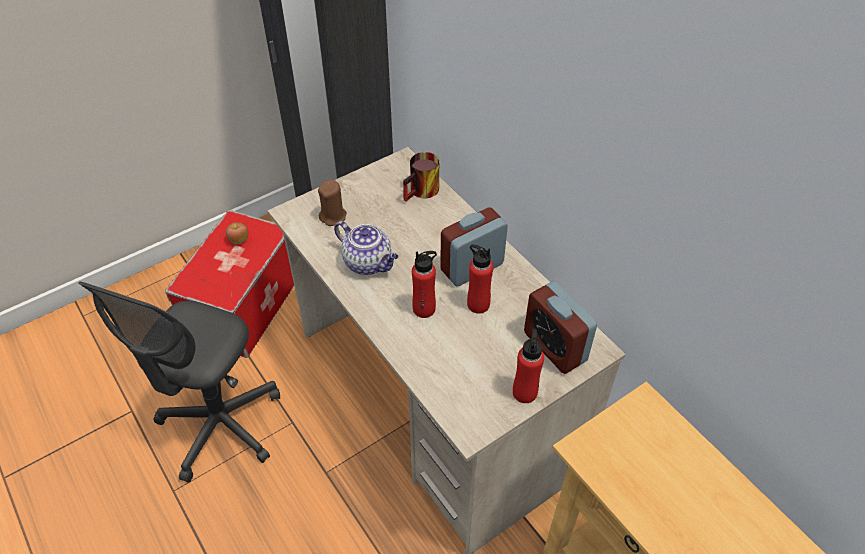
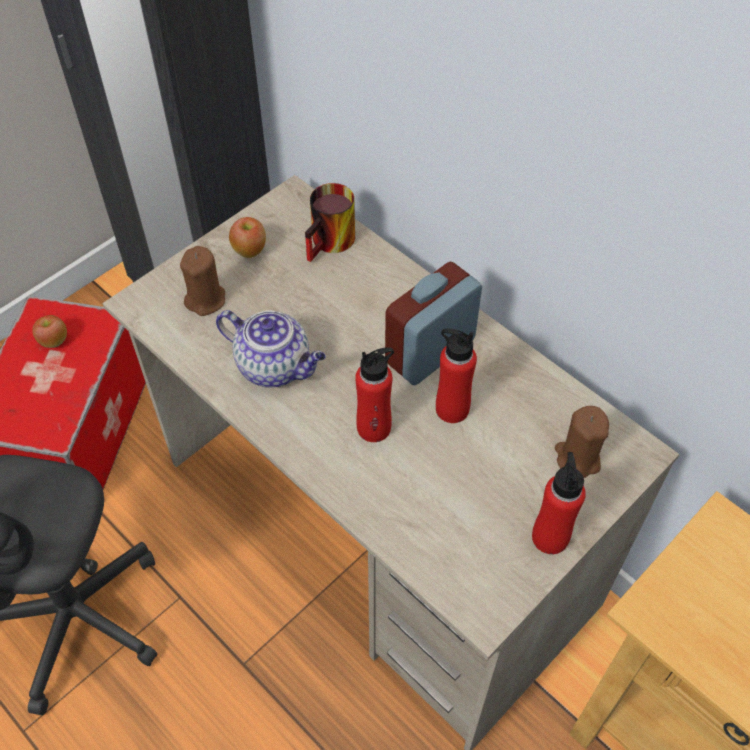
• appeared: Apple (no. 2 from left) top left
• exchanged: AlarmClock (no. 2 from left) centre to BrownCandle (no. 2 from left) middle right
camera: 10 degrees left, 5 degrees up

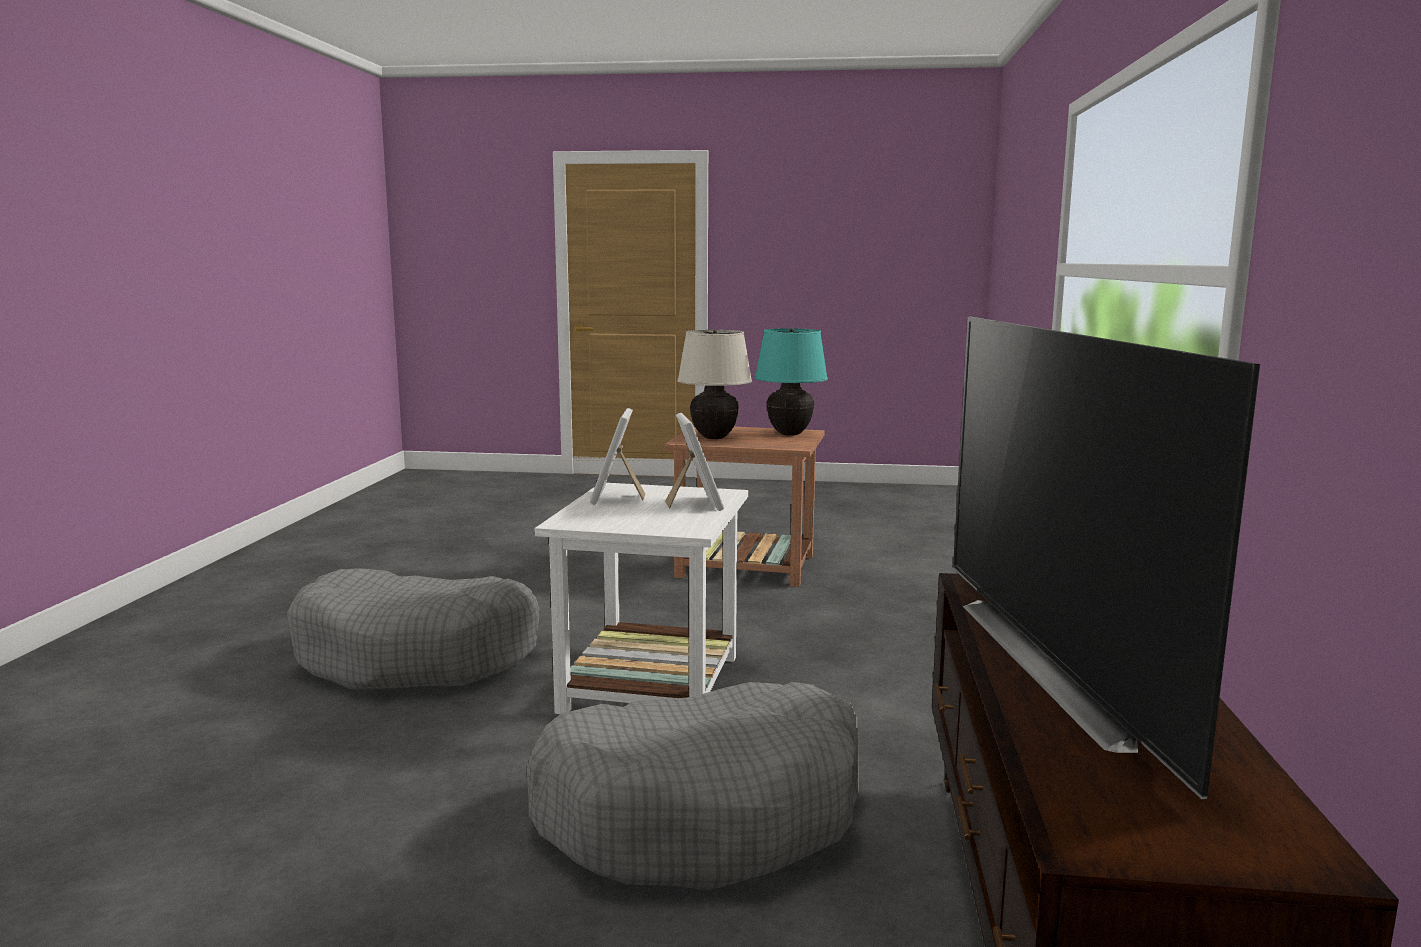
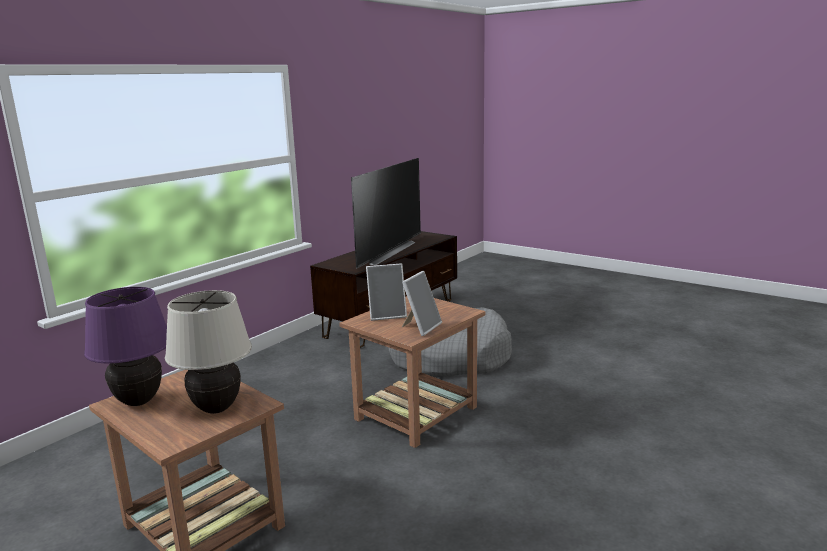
• missing: GreyDogBed (no. 1 from left) middle left
• colour: WhiteSideTable centre to BrownSideTable (no. 2 from left) bottom centre
• colour: TurquoiseTableLamp centre to PurpleTableLamp middle left
• spun: PictureFrame (no. 2 from left in the first image) centre = centre 120 degrees counterclockwise
camera: 150 degrees left, 5 degrees up

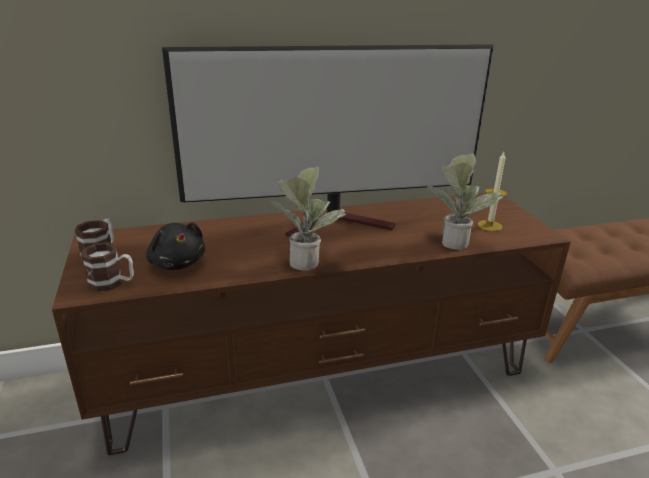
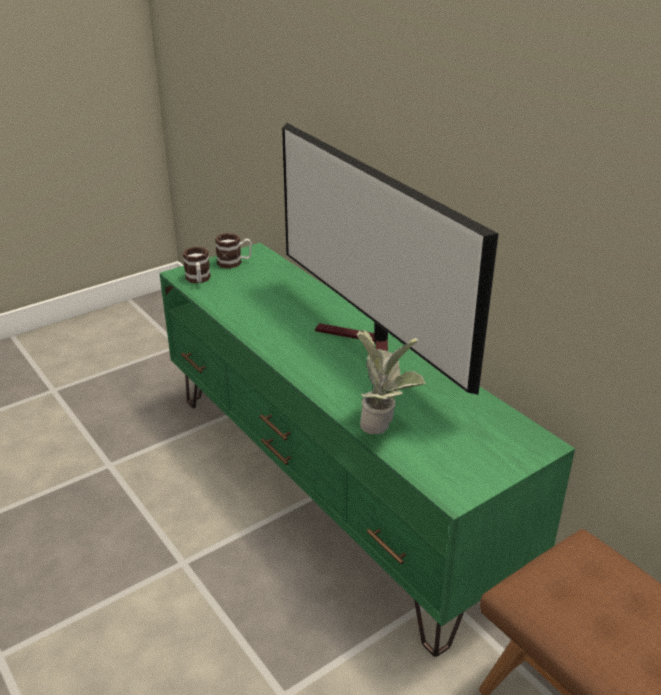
• missing: BlackPlushToy middle left
• missing: PottedPlant (no. 1 from left) centre
• missing: Candle middle right
• colour: BrownTvStand bottom centre to GreenTvStand centre
camera: 70 degrees right, 5 degrees up

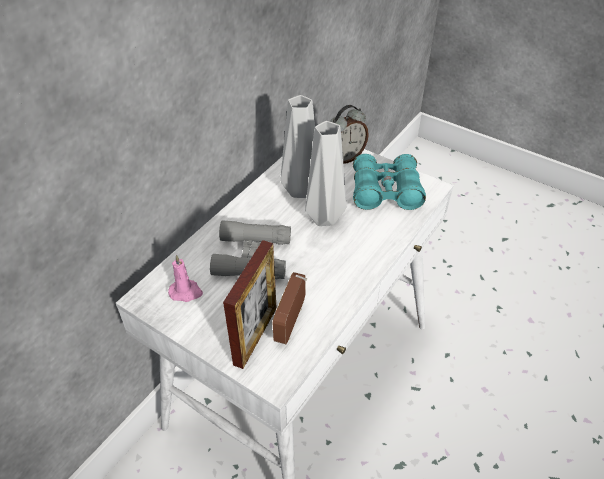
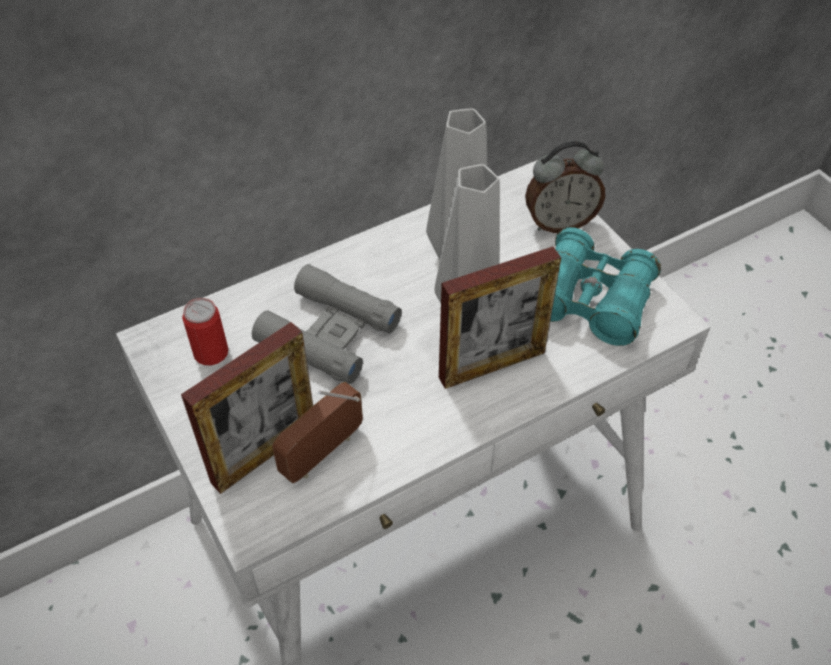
• appeared: PictureFrame (no. 2 from left) centre
• exchanged: PinkCandle middle left to Can middle left
camera: 25 degrees right, 5 degrees up

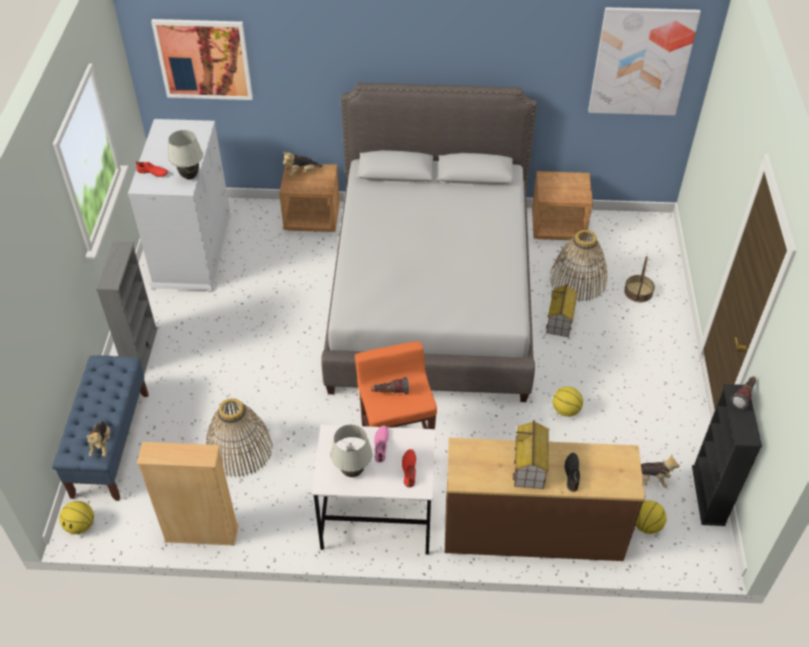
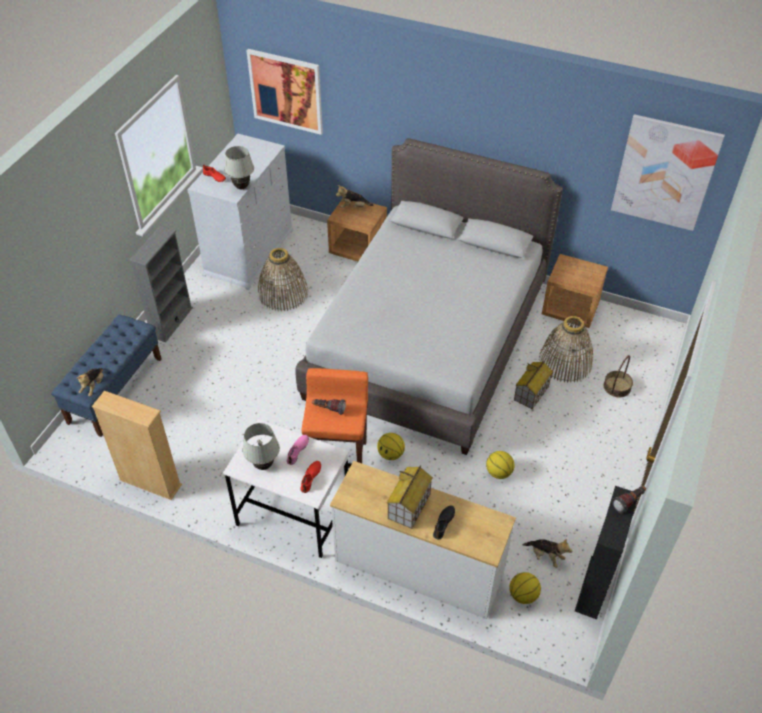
• relocated: Basketball (no. 1 from left) bottom left to centre
• relocated: Basket (no. 1 from left) bottom left to centre
• colour: BrownDresser bottom right to WhiteDresser (no. 2 from left) bottom centre
camera: 20 degrees right, 0 degrees up

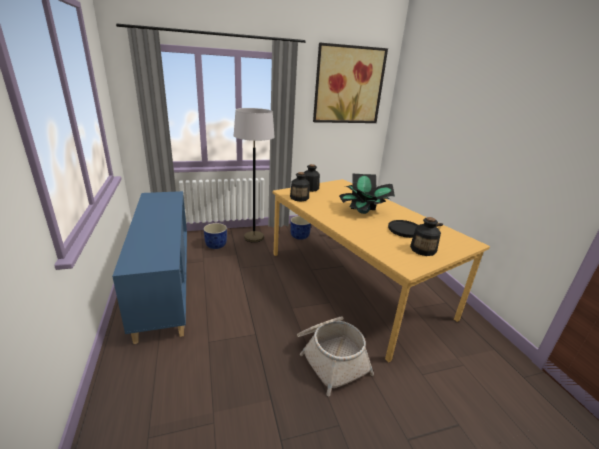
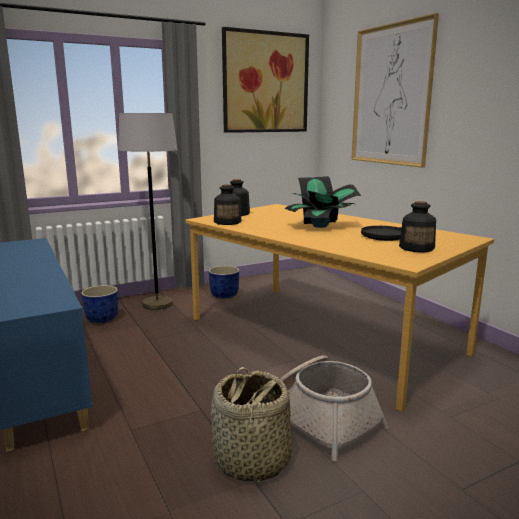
• appeared: Basket (no. 1 from left) bottom centre
• appeared: Picture (no. 2 from left) top right
camera: 10 degrees left, 10 degrees down

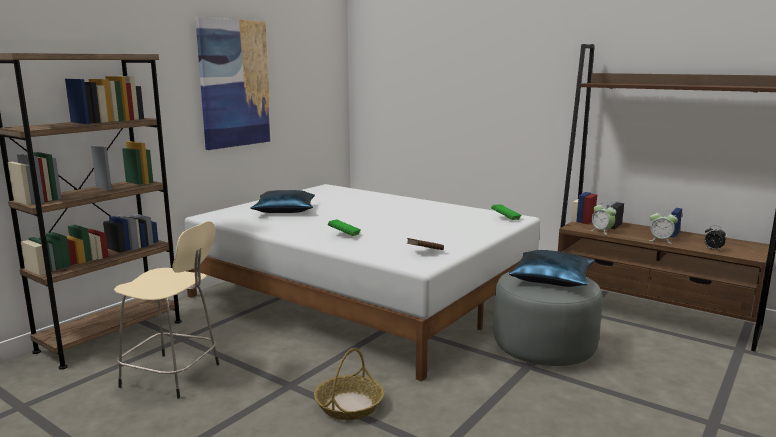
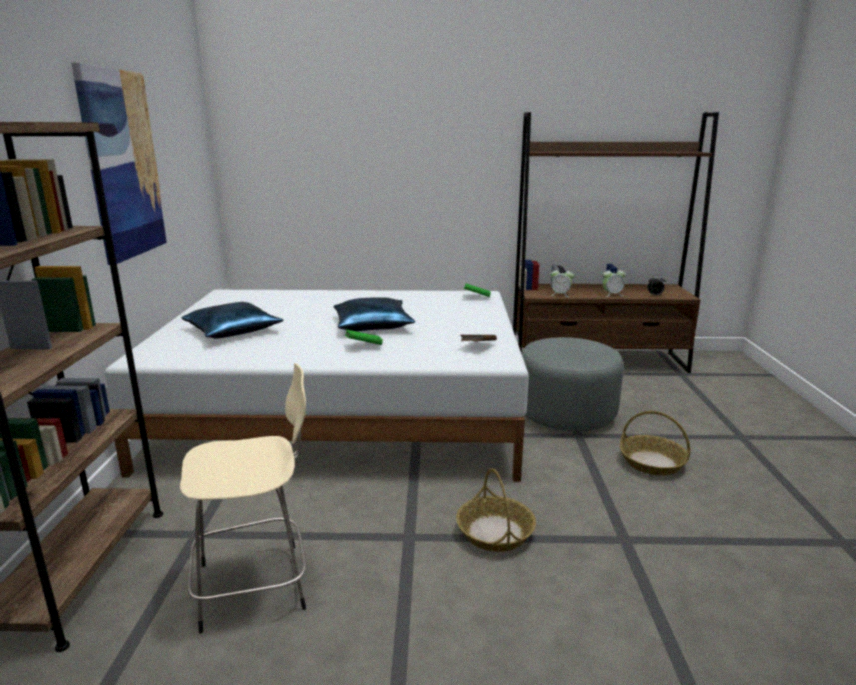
• appeared: Basket (no. 2 from left) middle right
• relocated: BluePillow (no. 2 from left) middle right to centre
camera: 35 degrees left, 5 degrees up

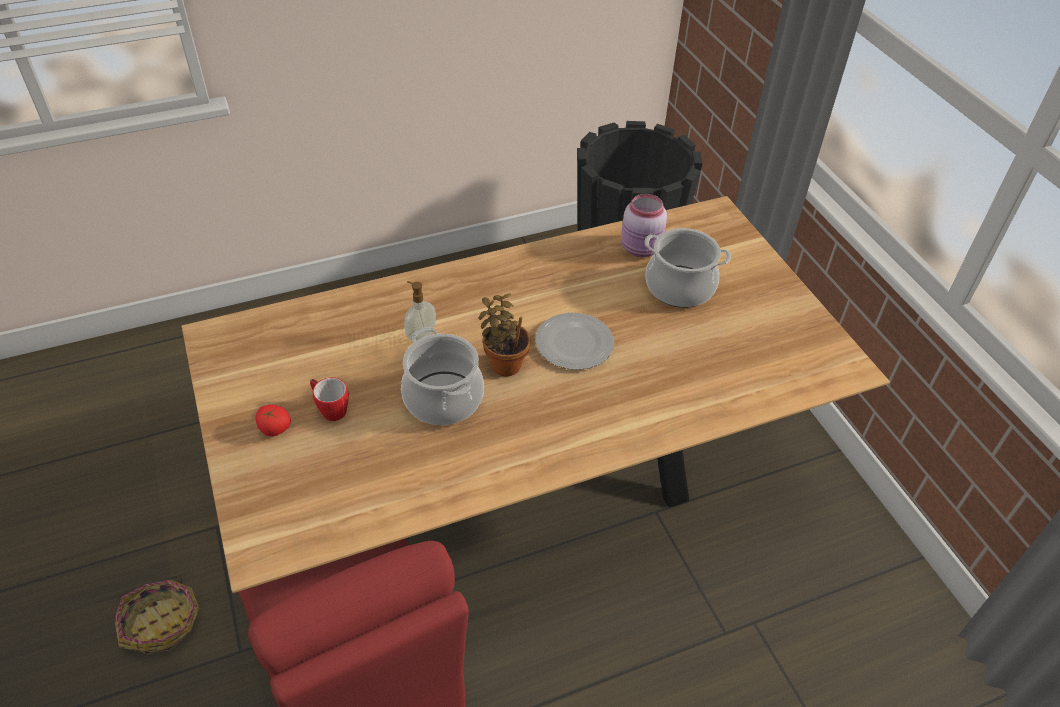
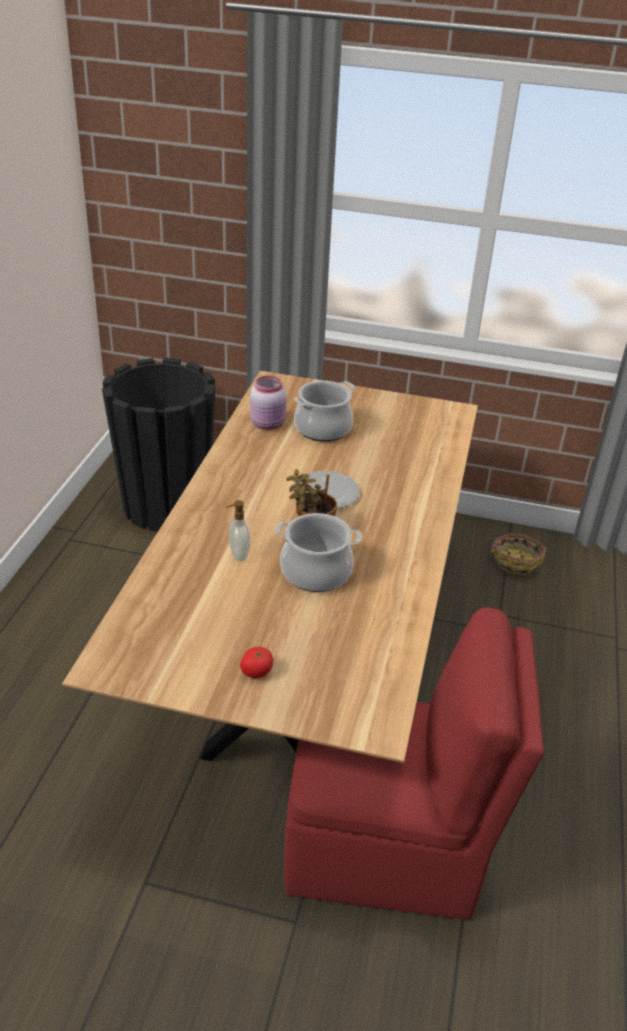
• missing: Mug middle left
• relocated: Basket bottom left to middle right
camera: 55 degrees left, 10 degrees down

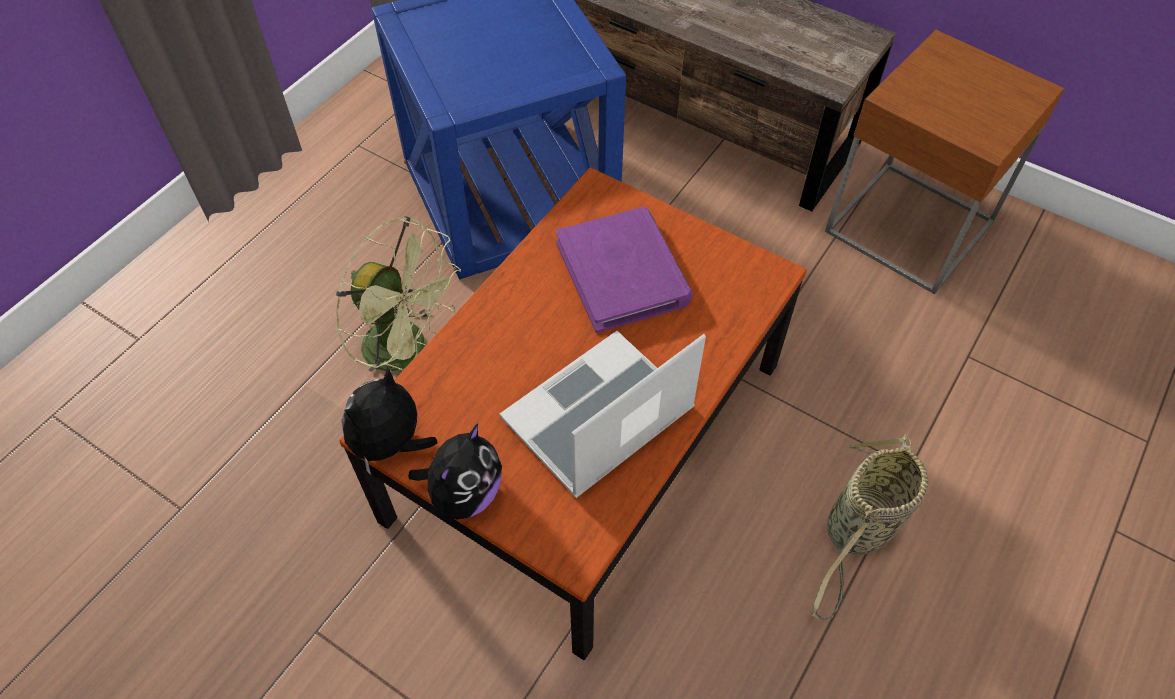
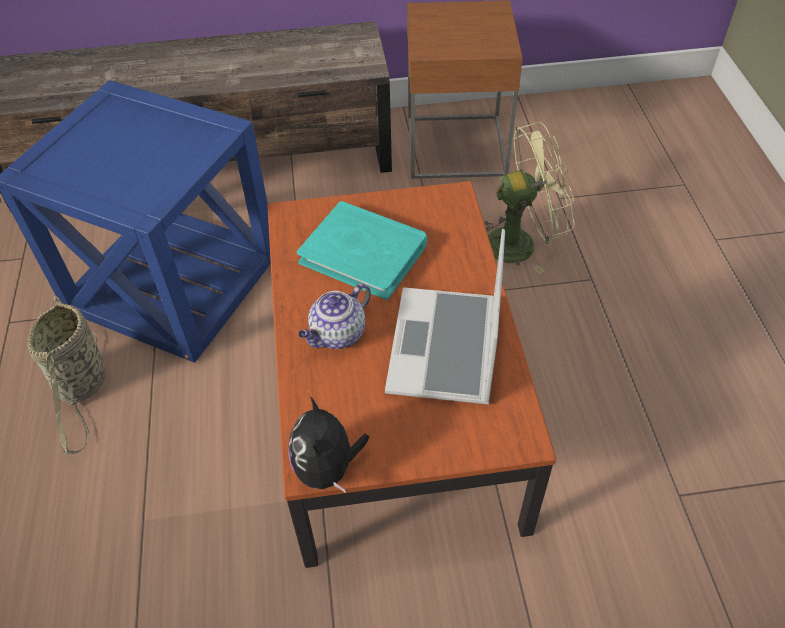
• missing: PlushToy (no. 2 from left) bottom centre
• appeared: Teapot centre
• relocated: GreenFan centre to top right
• relocated: Basket bottom right to middle left
• colour: PurpleBook centre to TurquoiseBook centre
camera: 40 degrees left, 5 degrees down

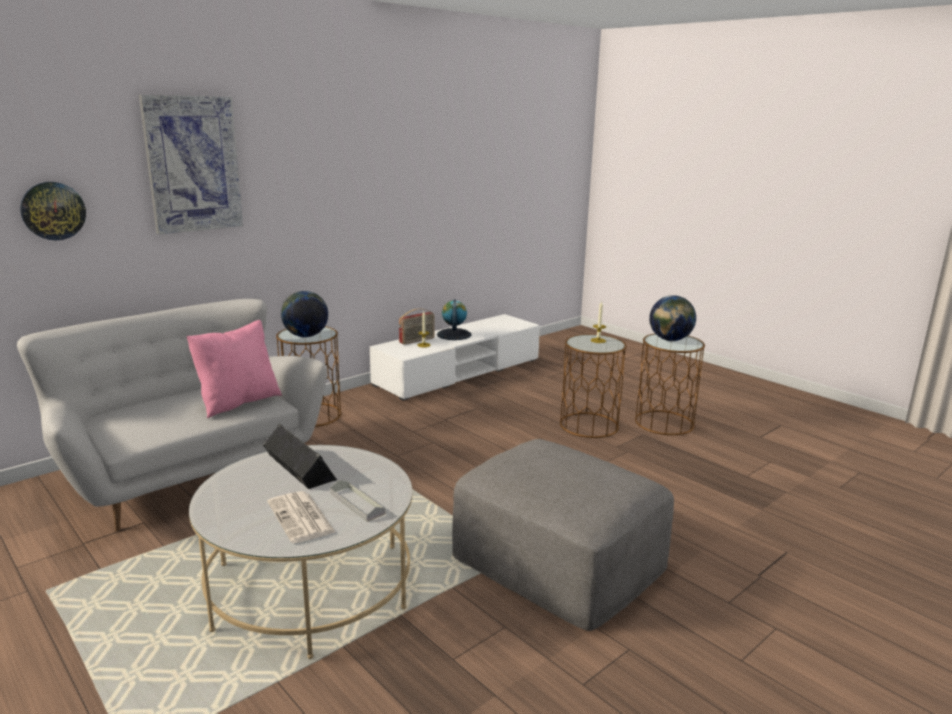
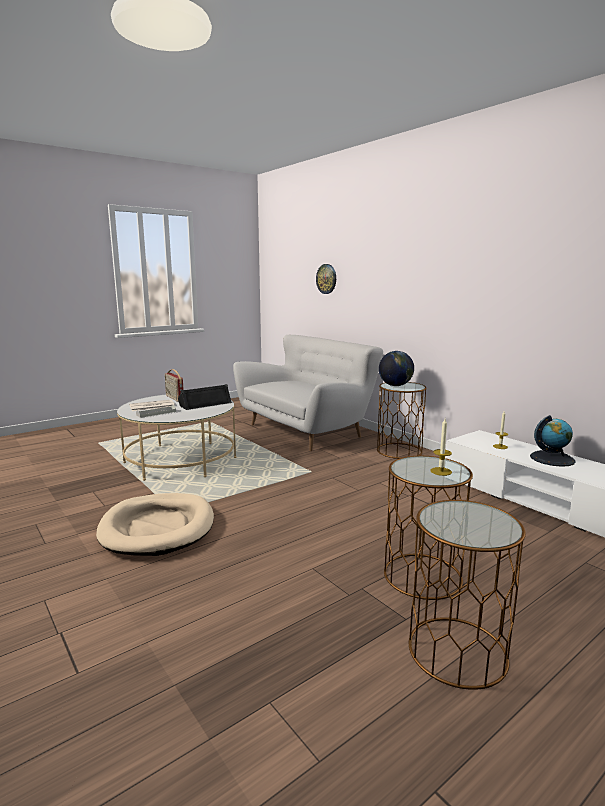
• missing: Picture top left
• missing: PinkPillow middle left
• missing: Globe (no. 3 from left) middle right
• relocated: Radio centre to middle left
• exchanged: GreyOttoman bottom centre to BeigeDogBed middle left
camera: 95 degrees right, 5 degrees down

